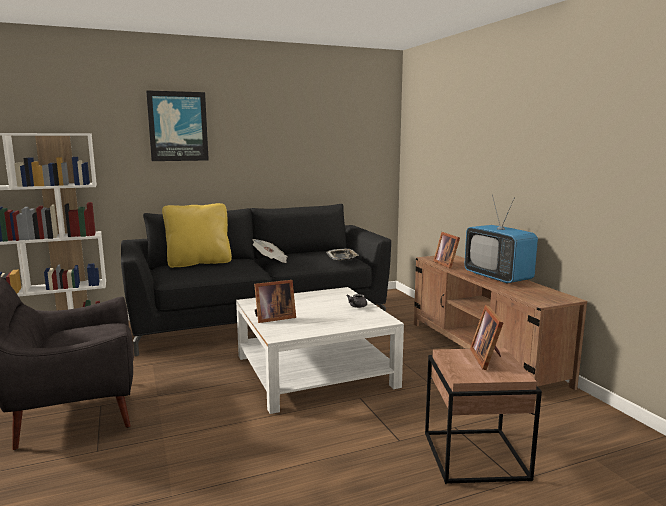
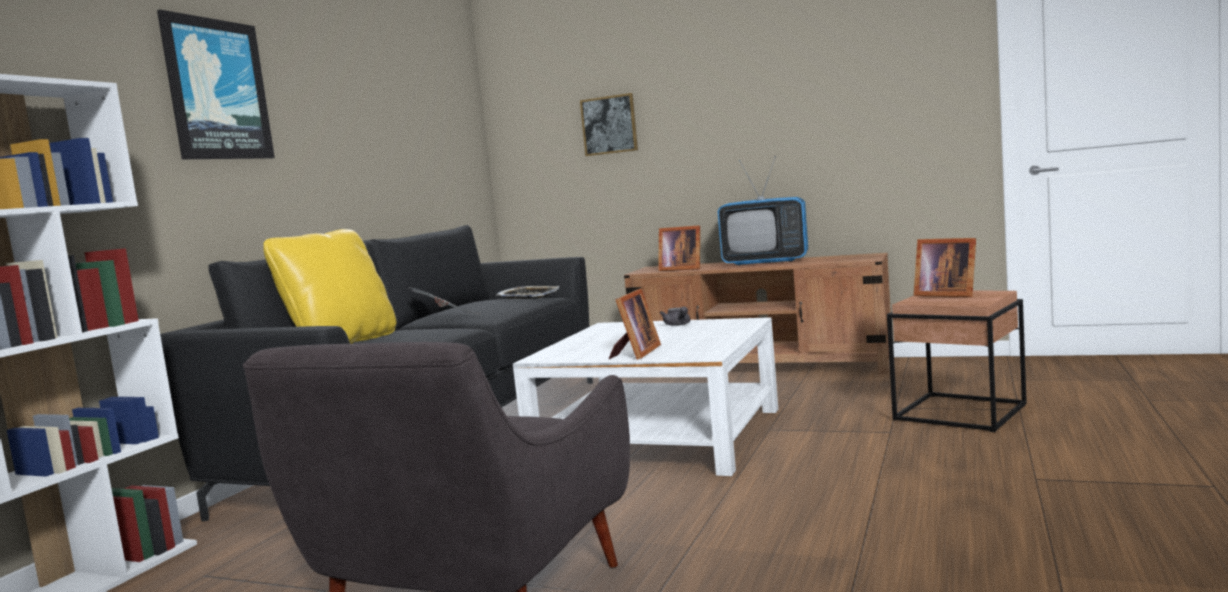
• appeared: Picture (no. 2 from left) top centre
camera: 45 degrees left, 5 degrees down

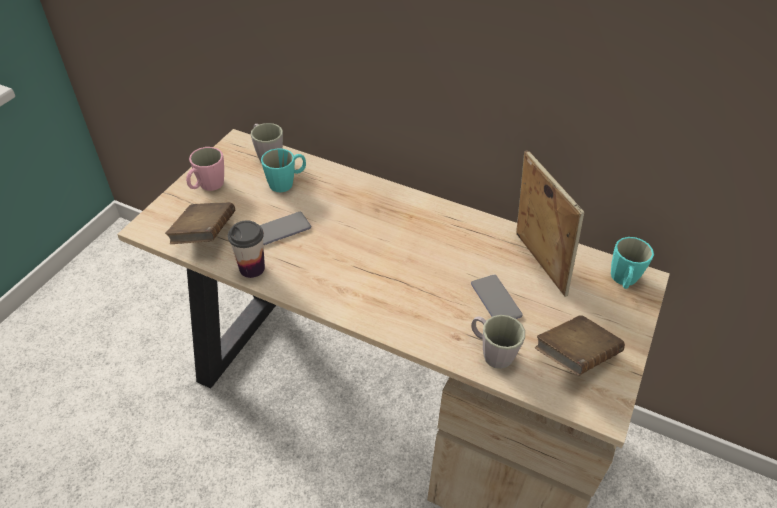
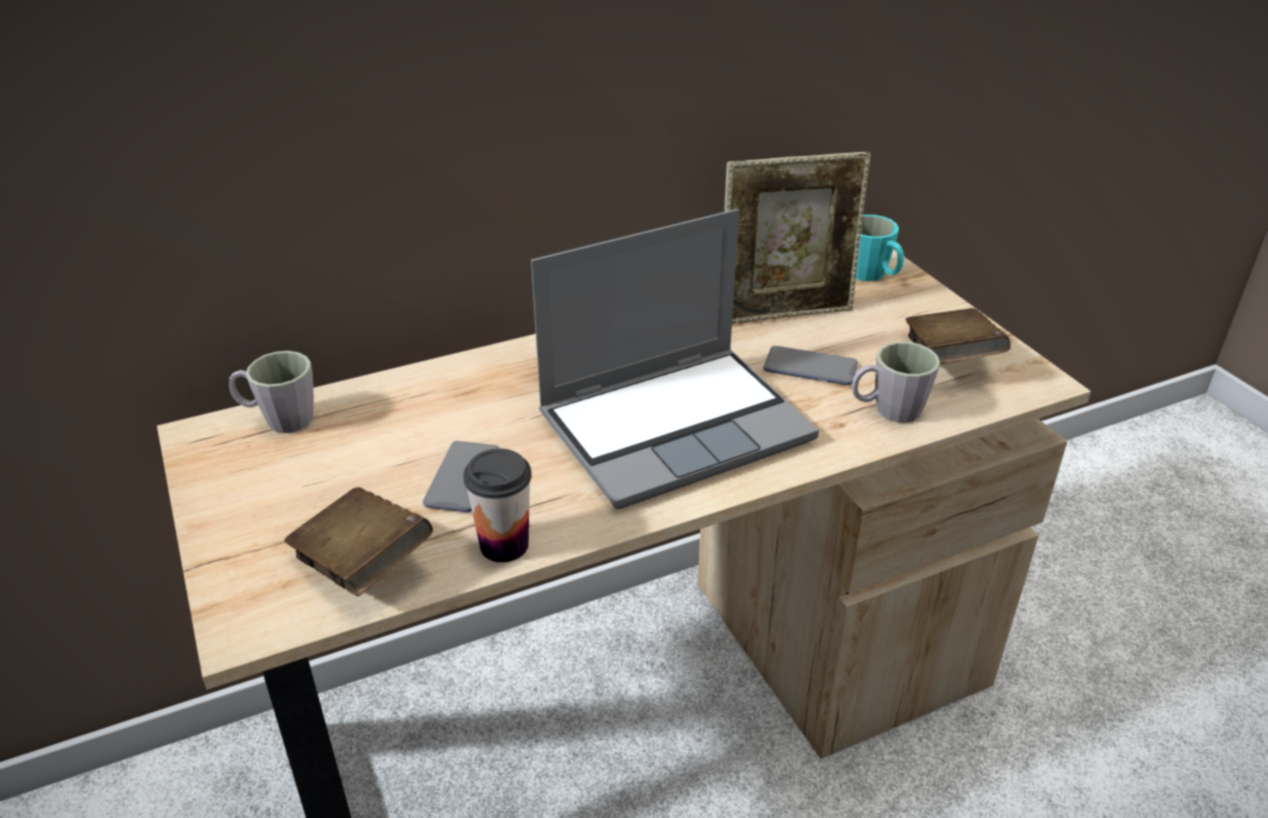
• missing: PinkMug top left
• missing: TurquoiseMug (no. 1 from left) centre
• appeared: Laptop centre
• spun: PictureFrame middle right = top centre 150 degrees clockwise
camera: 50 degrees left, 10 degrees down

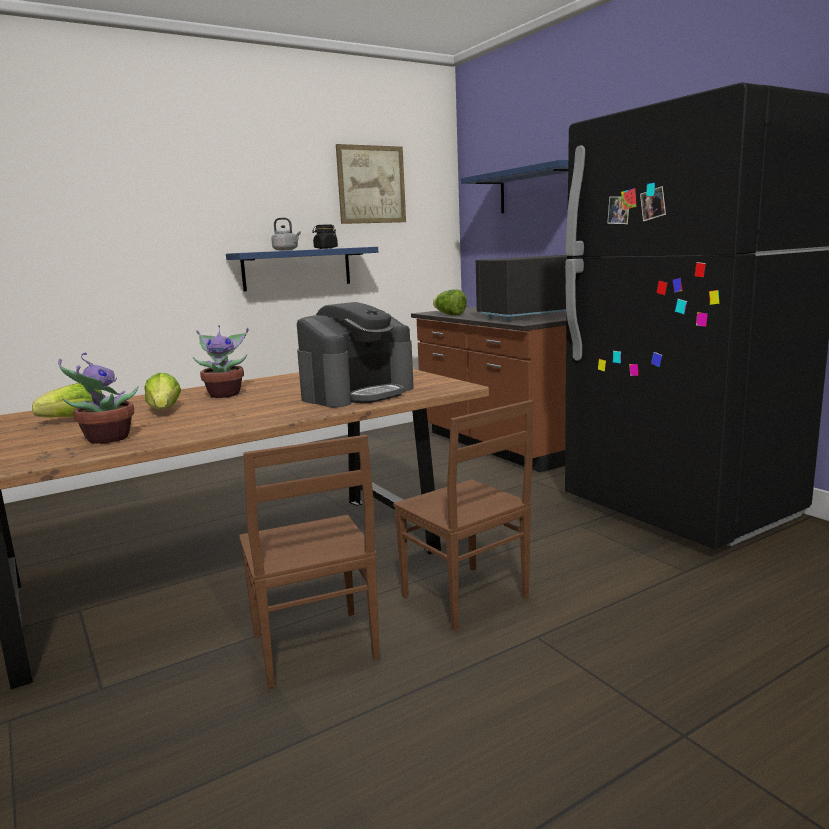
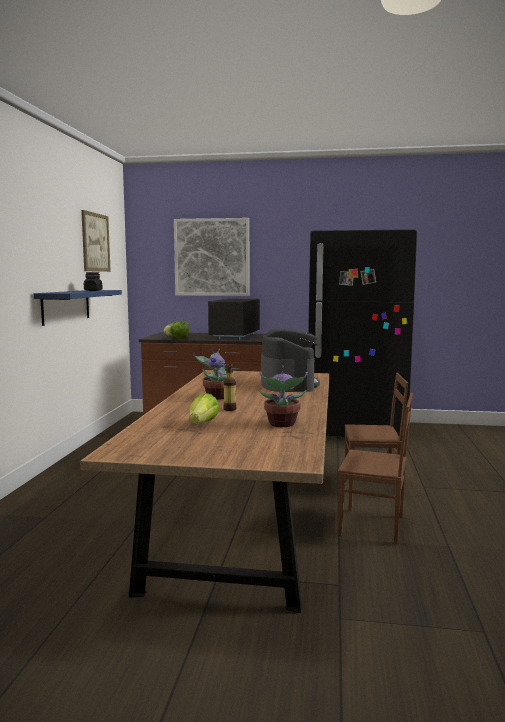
• missing: GreyKettle top centre
• exchanged: Lettuce (no. 2 from left) middle left to Bottle centre
• exchanged: BlueShelf (no. 2 from left) top centre to Picture (no. 2 from left) centre
camera: 50 degrees left, 5 degrees down

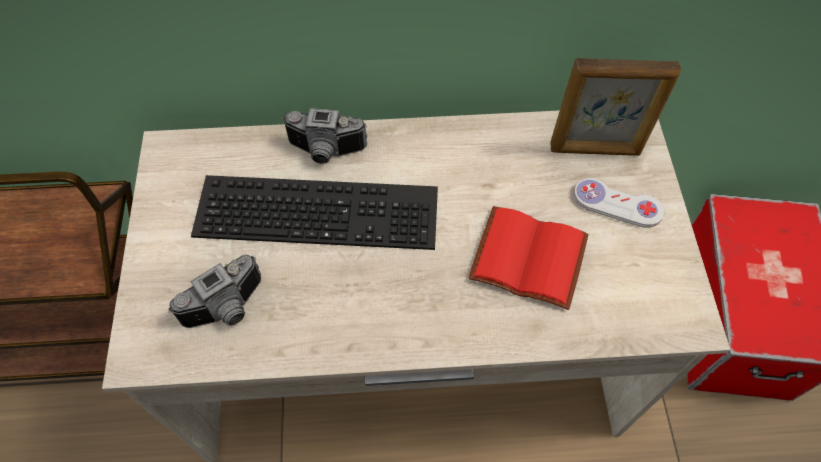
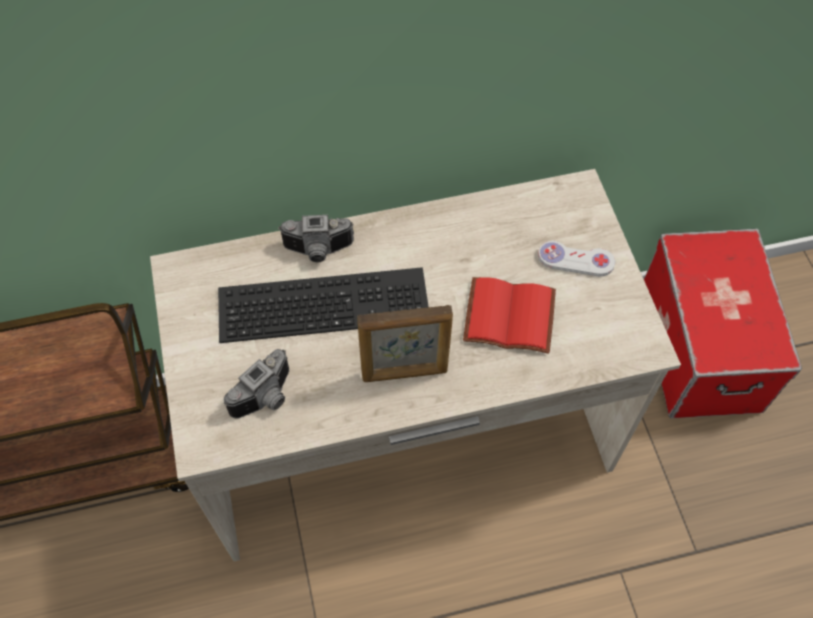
• relocated: PictureFrame top right to centre
camera: 10 degrees left, 0 degrees up

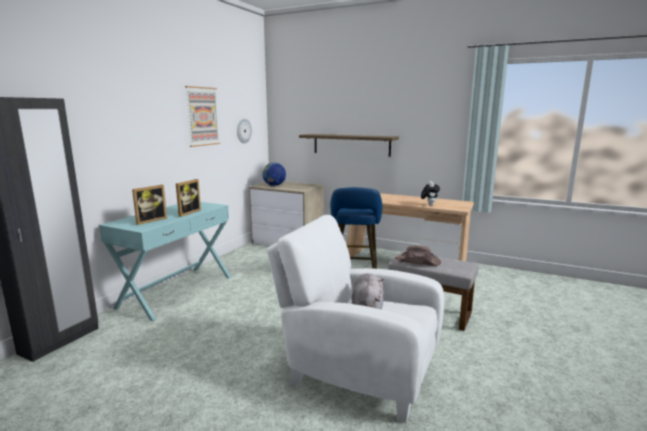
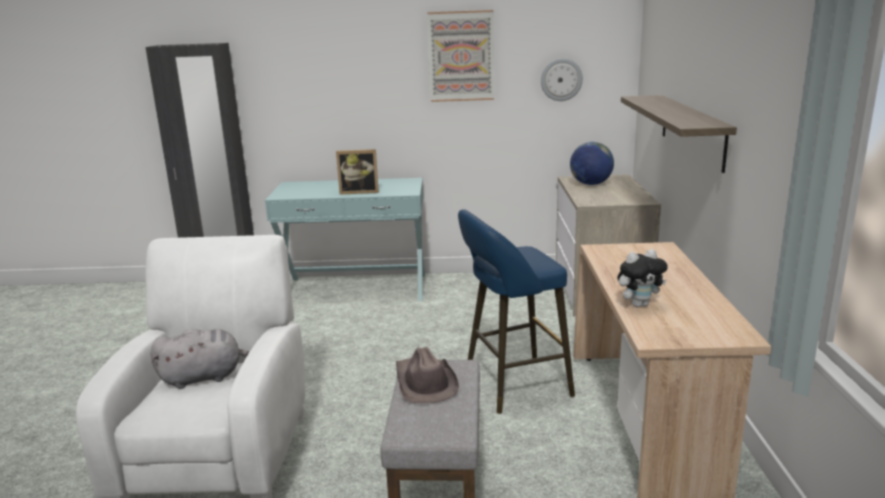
• missing: PictureFrame (no. 1 from left) middle left
camera: 65 degrees right, 5 degrees up

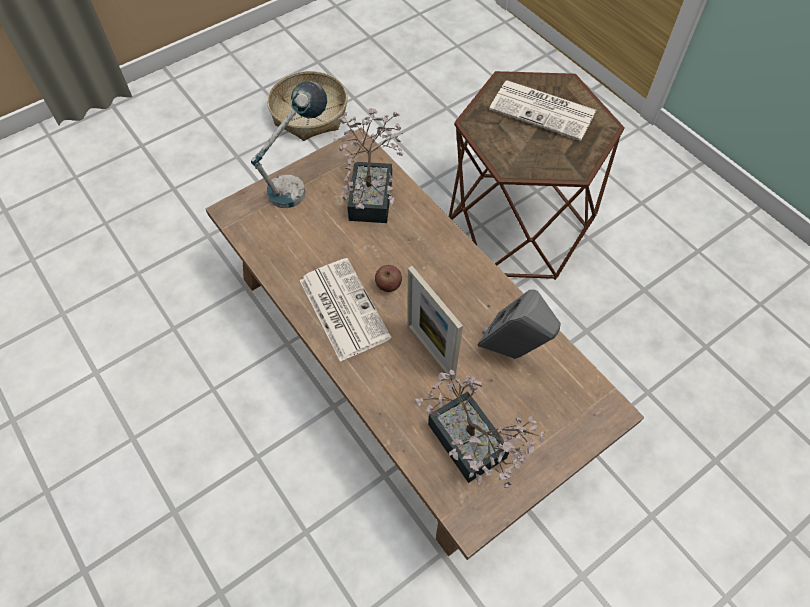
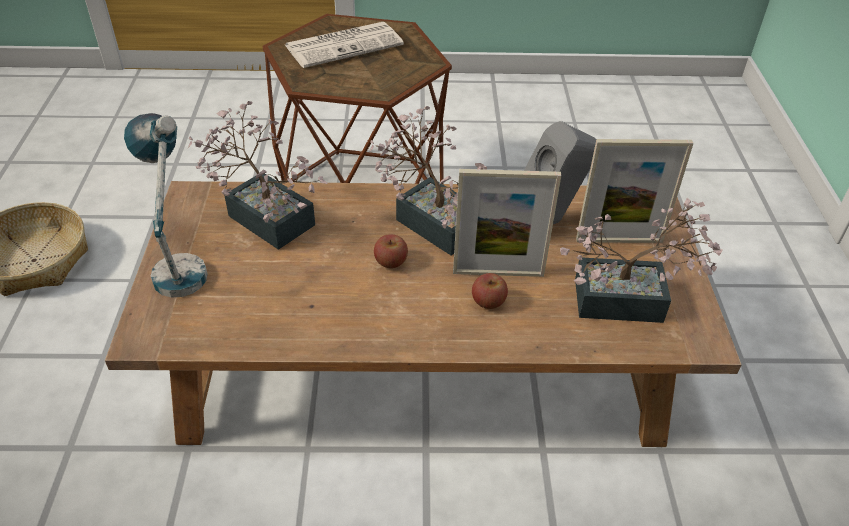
• missing: Newspaper (no. 1 from left) centre
• appeared: PottedPlant (no. 2 from left) centre
• appeared: Apple (no. 2 from left) centre
• appeared: PictureFrame (no. 2 from left) middle right
camera: 55 degrees left, 15 degrees down

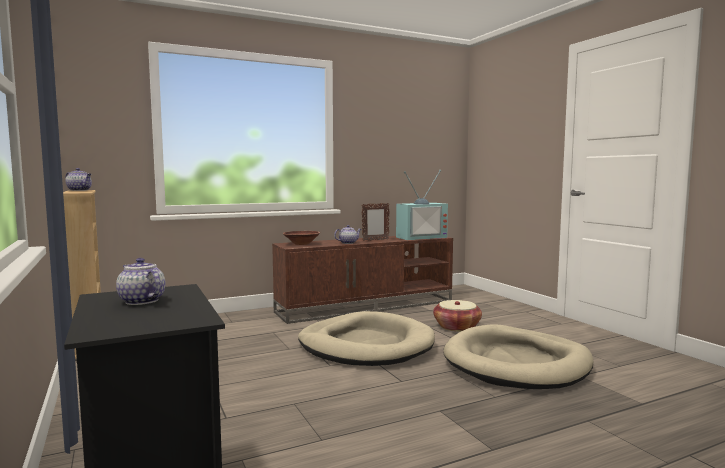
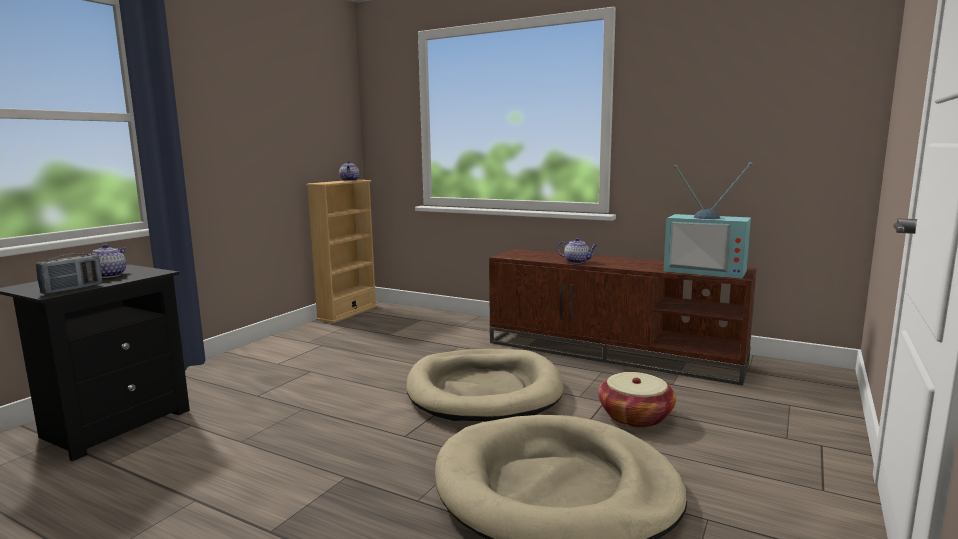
• missing: BrownBowl centre
• missing: PictureFrame centre
• appeared: Radio middle left
camera: 55 degrees right, 5 degrees up

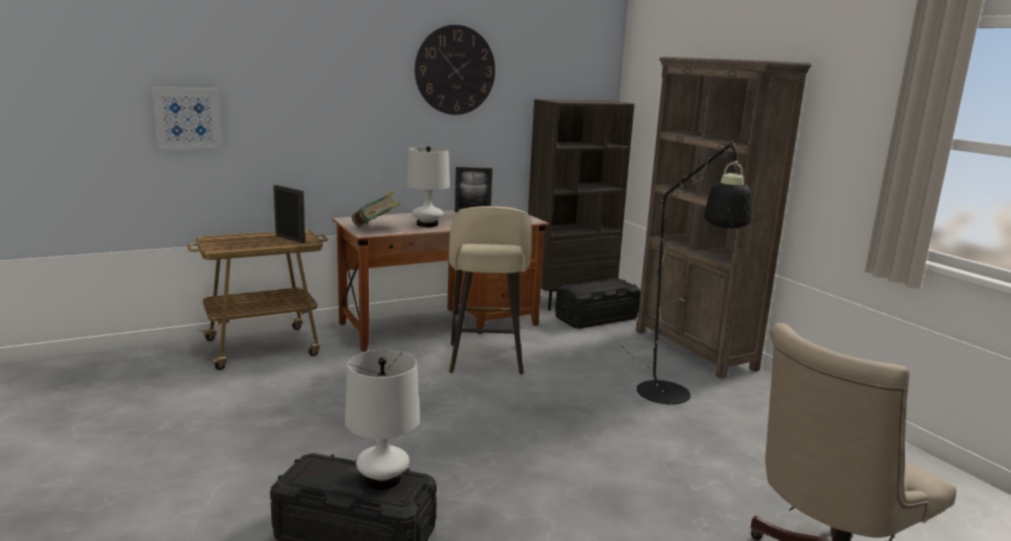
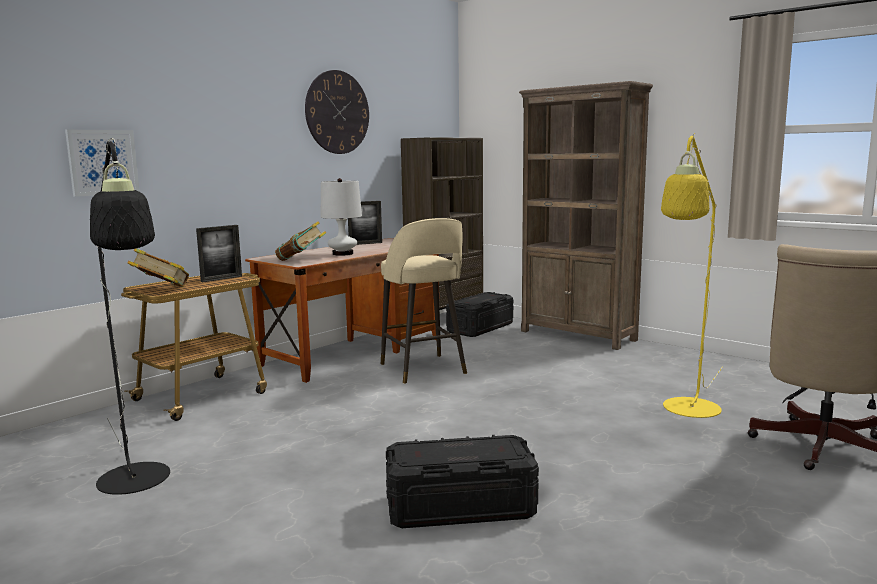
• missing: WhiteTableLamp (no. 1 from left) bottom centre
• appeared: Book (no. 1 from left) middle left
• appeared: YellowFloorLamp middle right
• relocated: BlackFloorLamp middle right to middle left
• spun: PictureFrame (no. 1 from left) middle left = middle left 120 degrees clockwise
camera: 20 degrees left, 5 degrees down

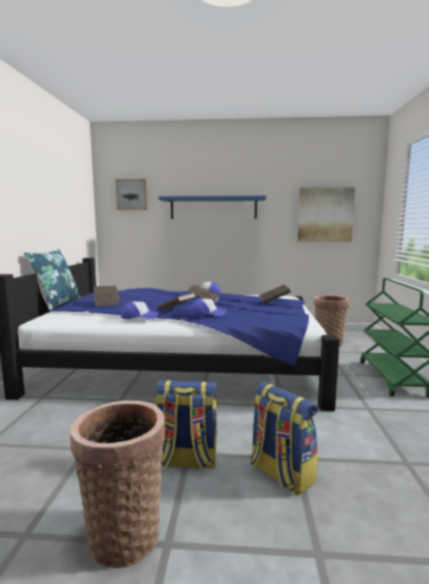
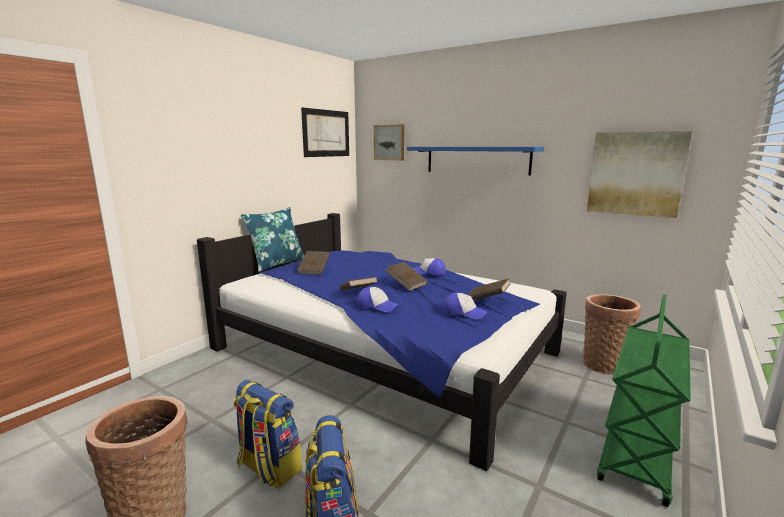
• appeared: Picture (no. 1 from left) top centre
• relocated: Cap (no. 1 from left in the first image) middle left to Cap (no. 3 from left) centre
camera: 30 degrees right, 5 degrees up

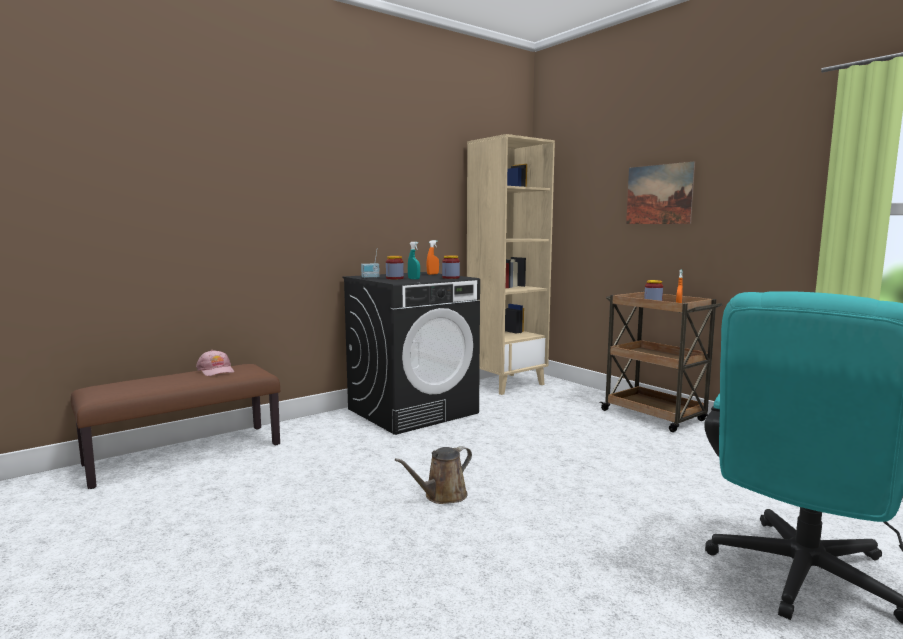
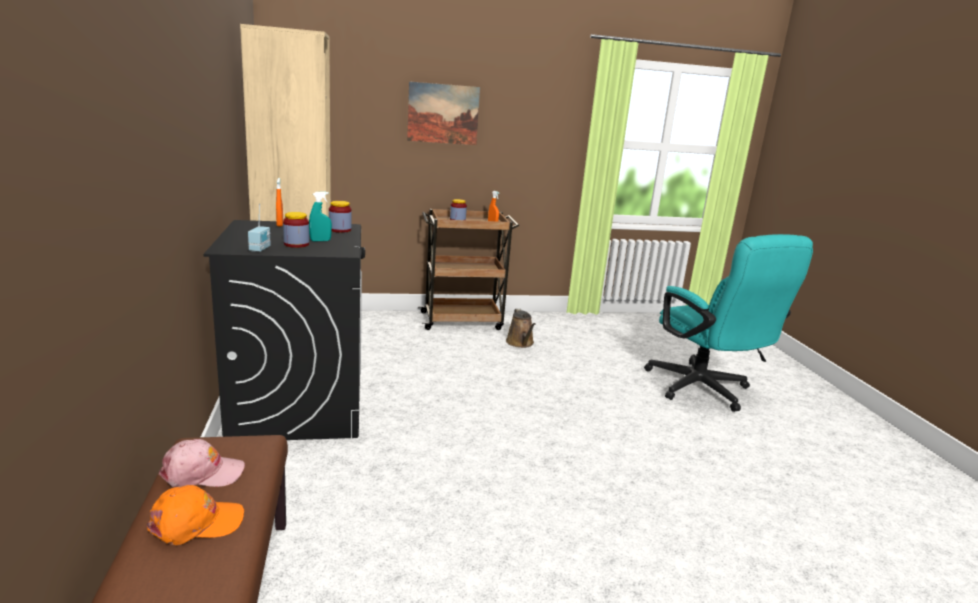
• appeared: OrangeCap bottom left
• relocated: BrownWateringCan bottom centre to centre
camera: 65 degrees left, 10 degrees up

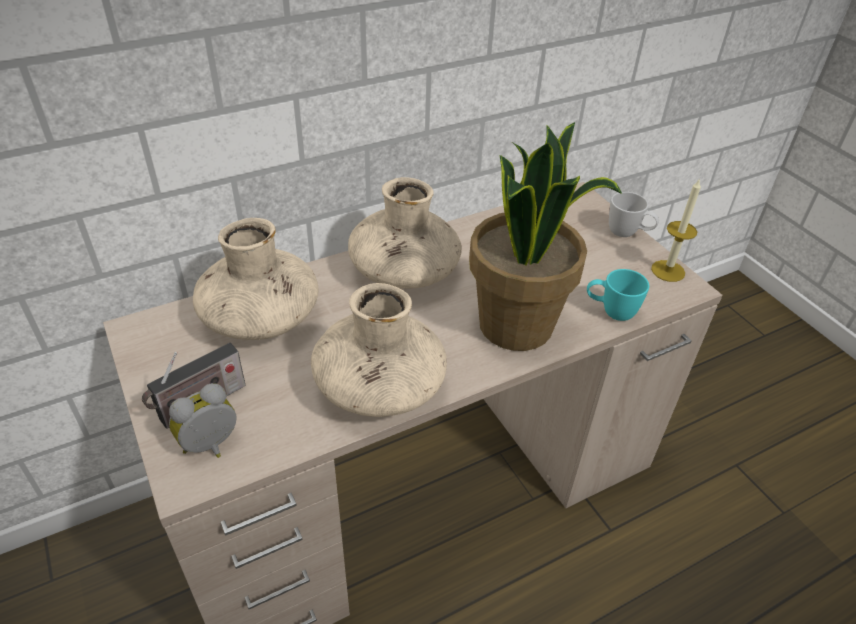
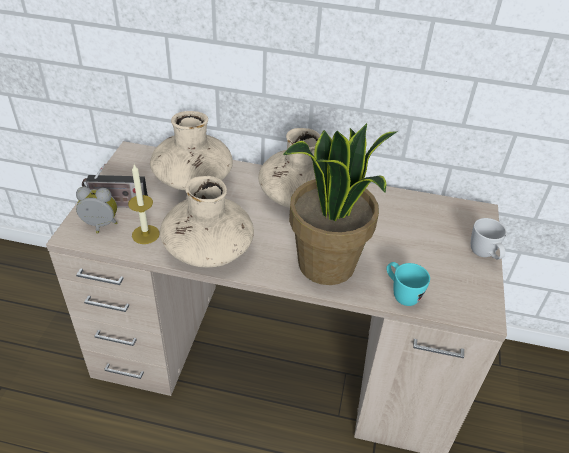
• relocated: Candle middle right to middle left
camera: 40 degrees right, 0 degrees up

